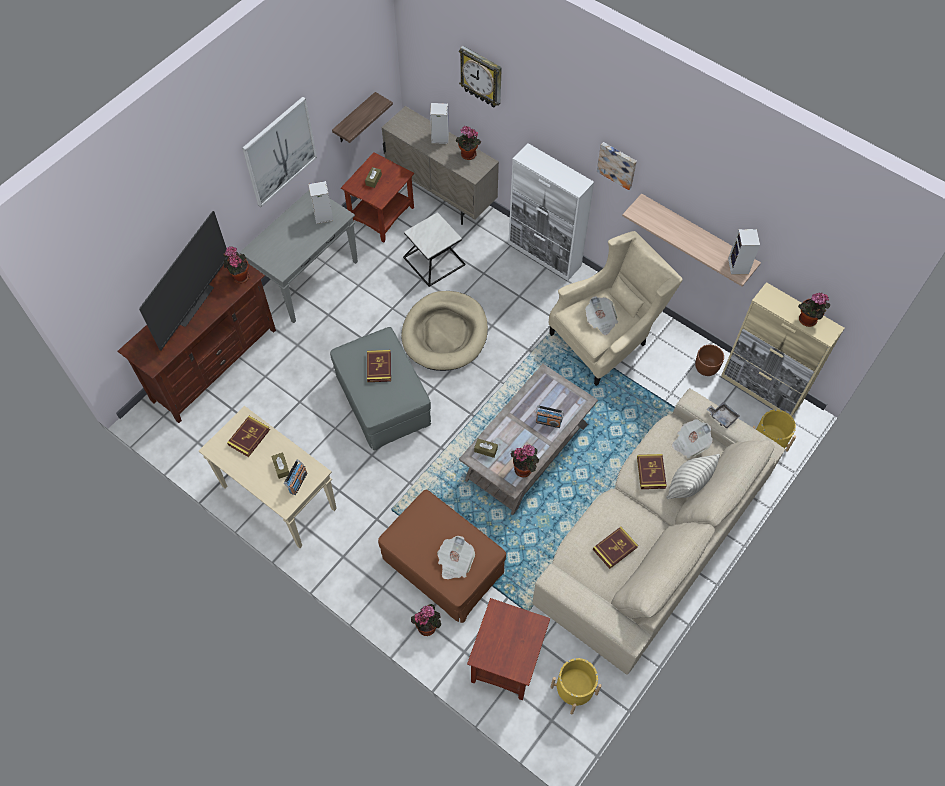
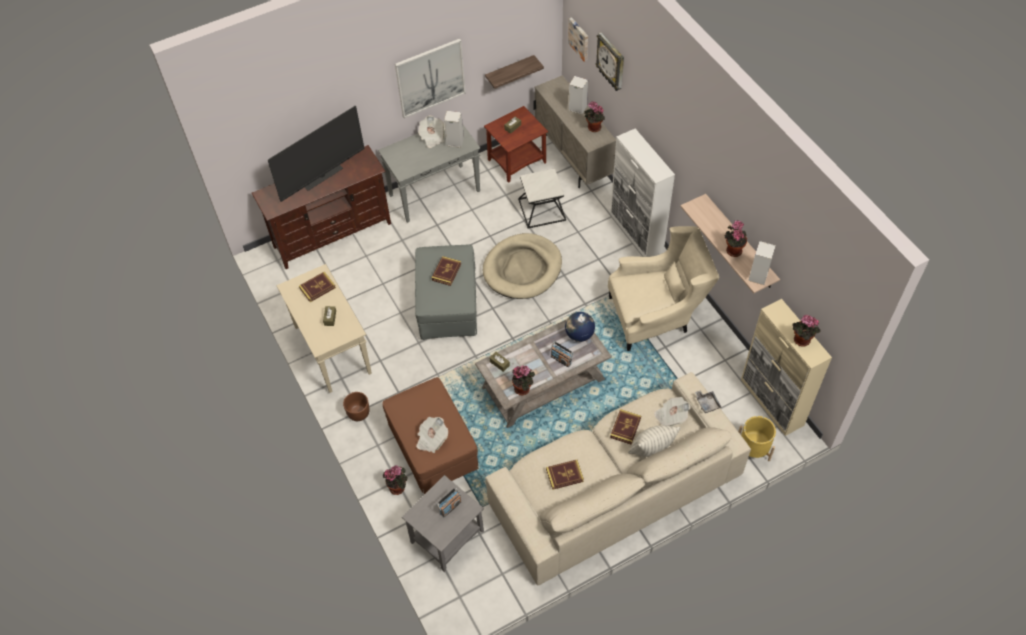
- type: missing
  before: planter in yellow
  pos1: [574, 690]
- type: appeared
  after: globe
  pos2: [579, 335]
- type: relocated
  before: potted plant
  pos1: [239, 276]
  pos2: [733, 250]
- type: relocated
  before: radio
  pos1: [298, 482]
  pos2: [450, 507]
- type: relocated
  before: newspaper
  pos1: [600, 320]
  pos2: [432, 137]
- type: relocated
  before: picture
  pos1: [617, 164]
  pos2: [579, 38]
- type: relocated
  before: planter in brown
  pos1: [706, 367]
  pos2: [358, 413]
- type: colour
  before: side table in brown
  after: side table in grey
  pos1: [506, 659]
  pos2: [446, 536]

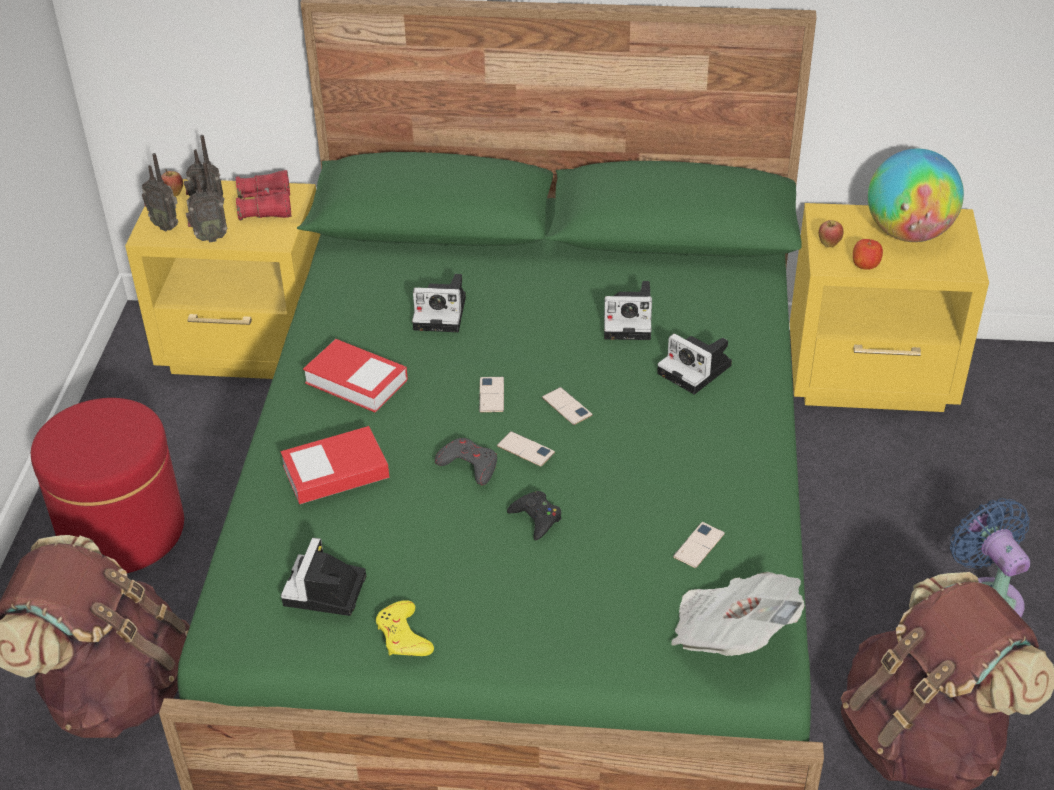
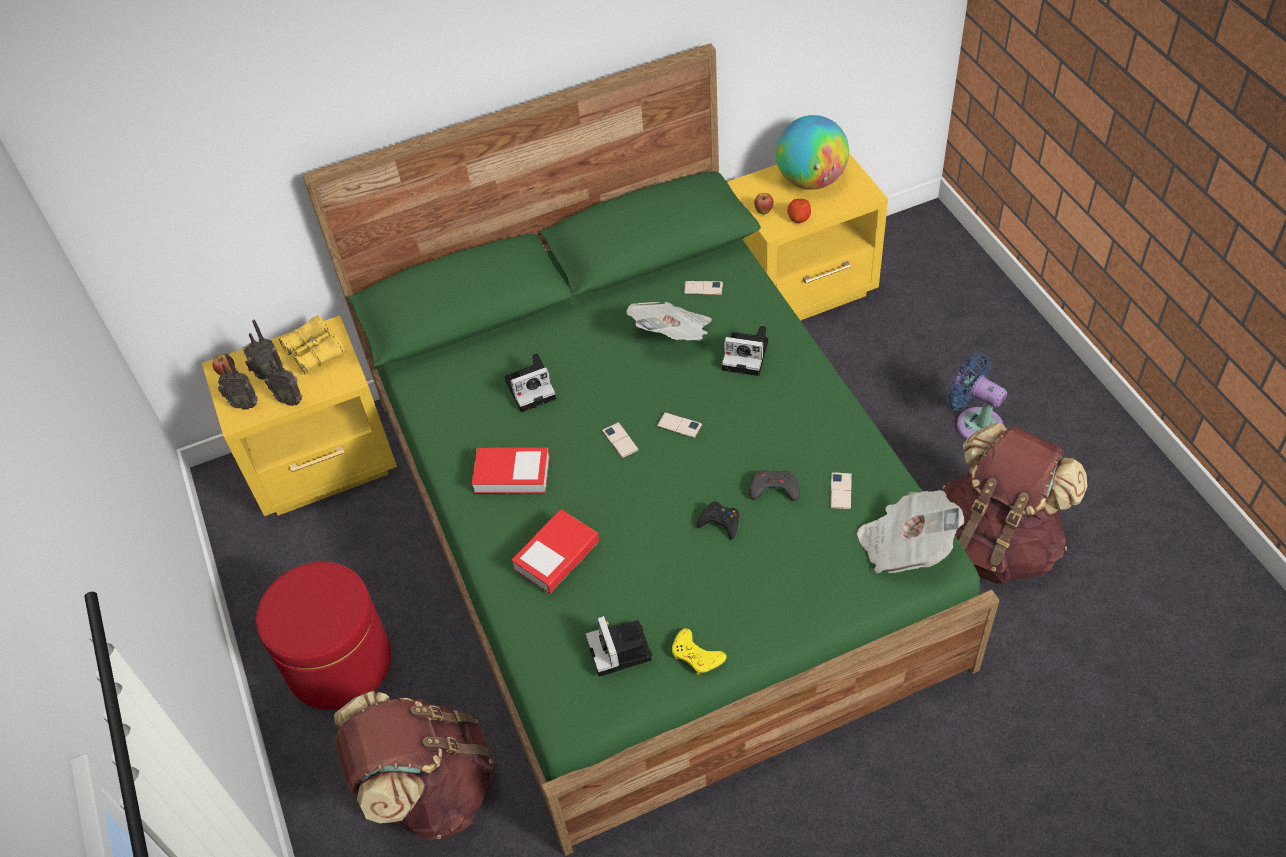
- type: relocated
  before: game controller in grey
  pos1: [469, 465]
  pos2: [774, 489]
- type: relocated
  before: phone
  pos1: [525, 449]
  pos2: [703, 288]
- type: exchanged
  before: photo camera
  after: newspaper
  pos1: [630, 321]
  pos2: [673, 335]
- type: colour
  before: binoculars in red
  after: binoculars in yellow
  pos1: [265, 206]
  pos2: [315, 352]
- type: spun
  before: radio
  pos1: [209, 238]
  pos2: [290, 400]
  turn: 60

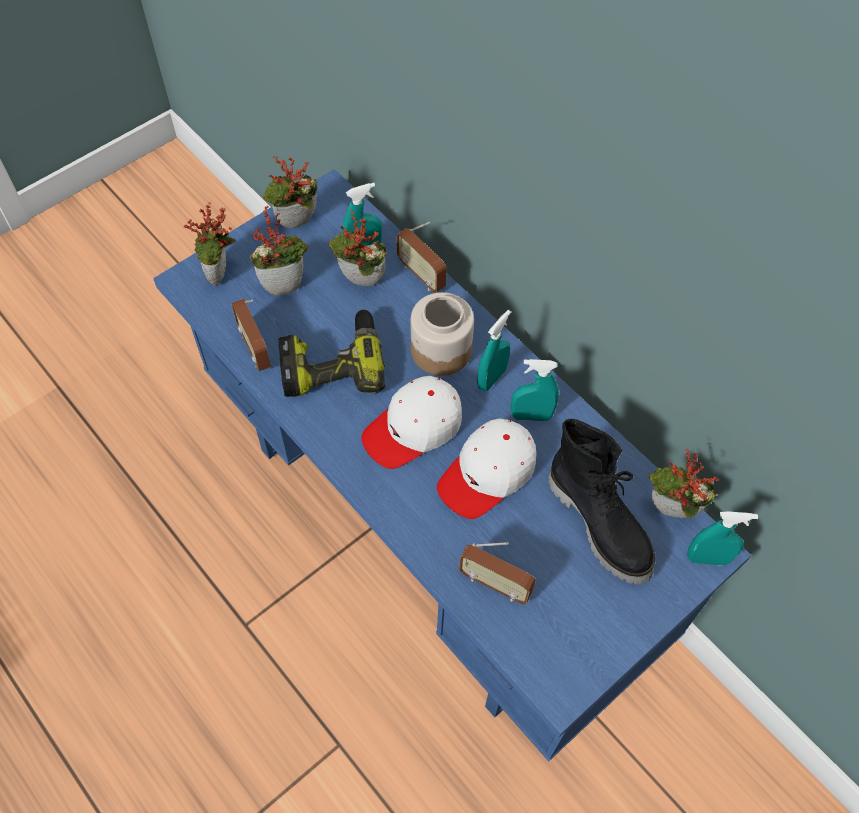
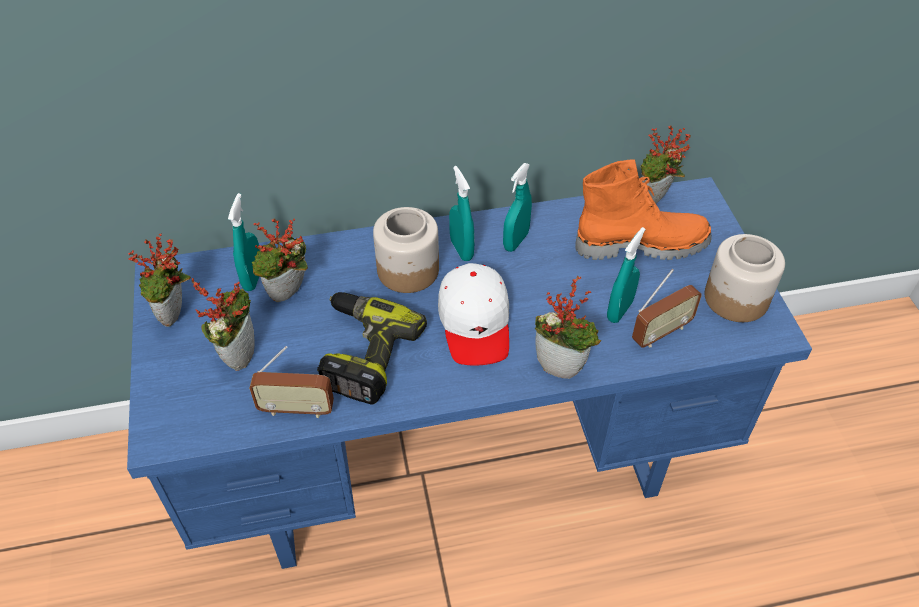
- type: missing
  before: radio
  pos1: [421, 275]
- type: missing
  before: cap in white
  pos1: [487, 473]
- type: appeared
  after: jar
  pos2: [735, 297]
- type: relocated
  before: potted plant
  pos1: [221, 275]
  pos2: [562, 366]
- type: relocated
  before: spray bottle in turquoise
  pos1: [707, 558]
  pos2: [619, 310]
- type: colour
  before: boot in black
  after: boot in orange
  pos1: [600, 523]
  pos2: [640, 244]

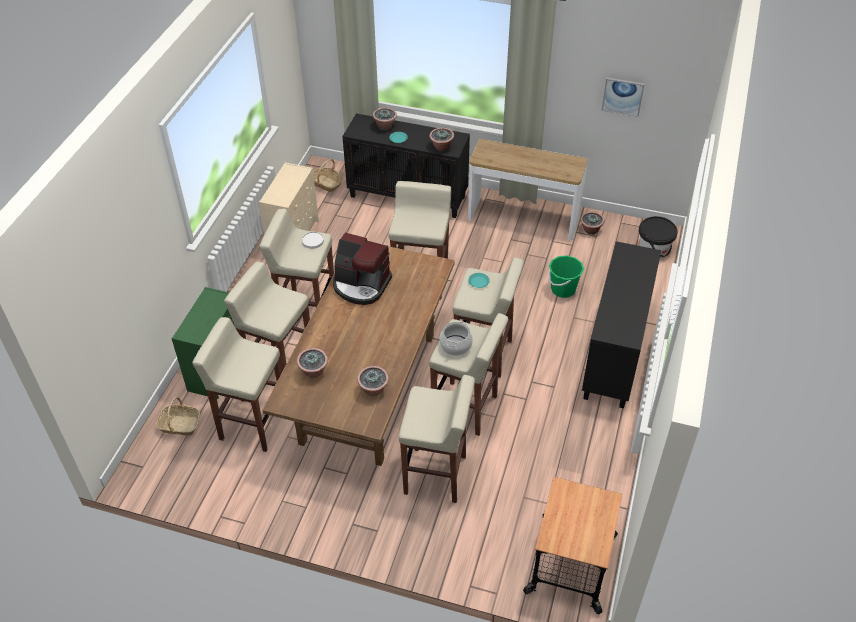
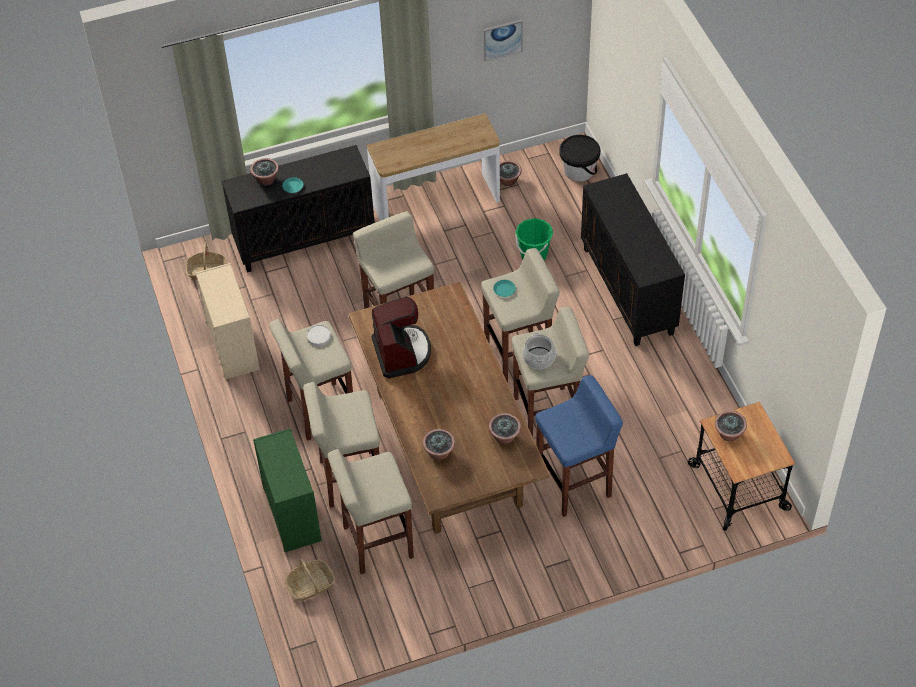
- type: relocated
  before: potted plant
  pos1: [441, 147]
  pos2: [728, 435]
- type: colour
  before: stool in beige
  after: stool in blue
  pos1: [436, 475]
  pos2: [575, 484]
- type: spun
  before: coffee machine
  pos1: [361, 285]
  pos2: [402, 352]
  turn: -90

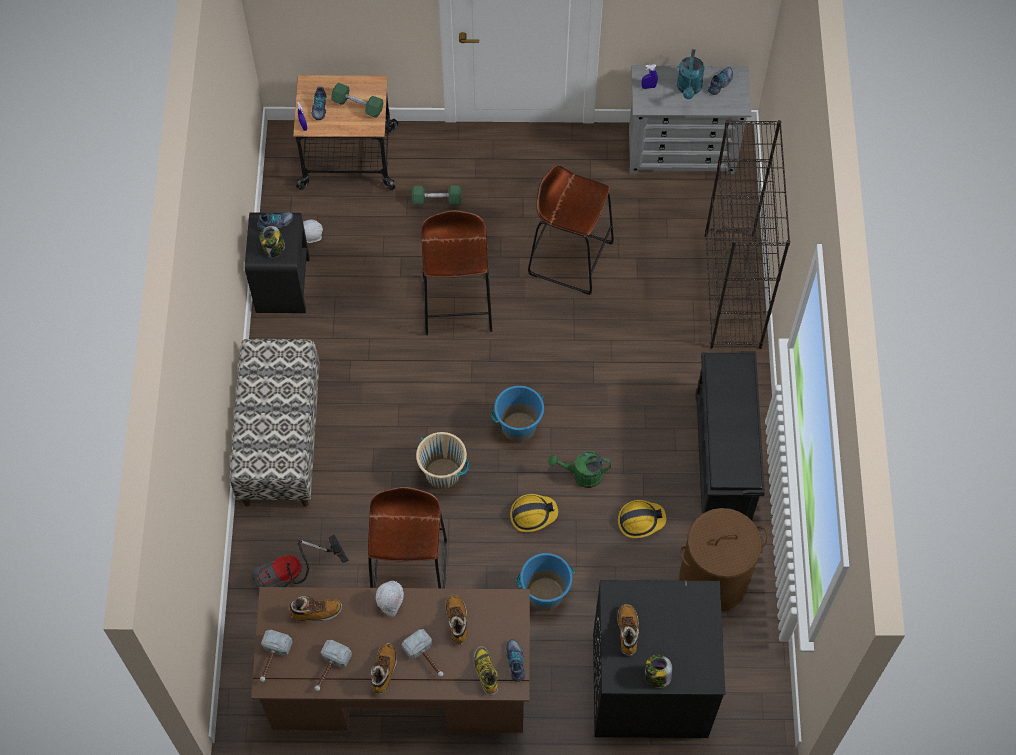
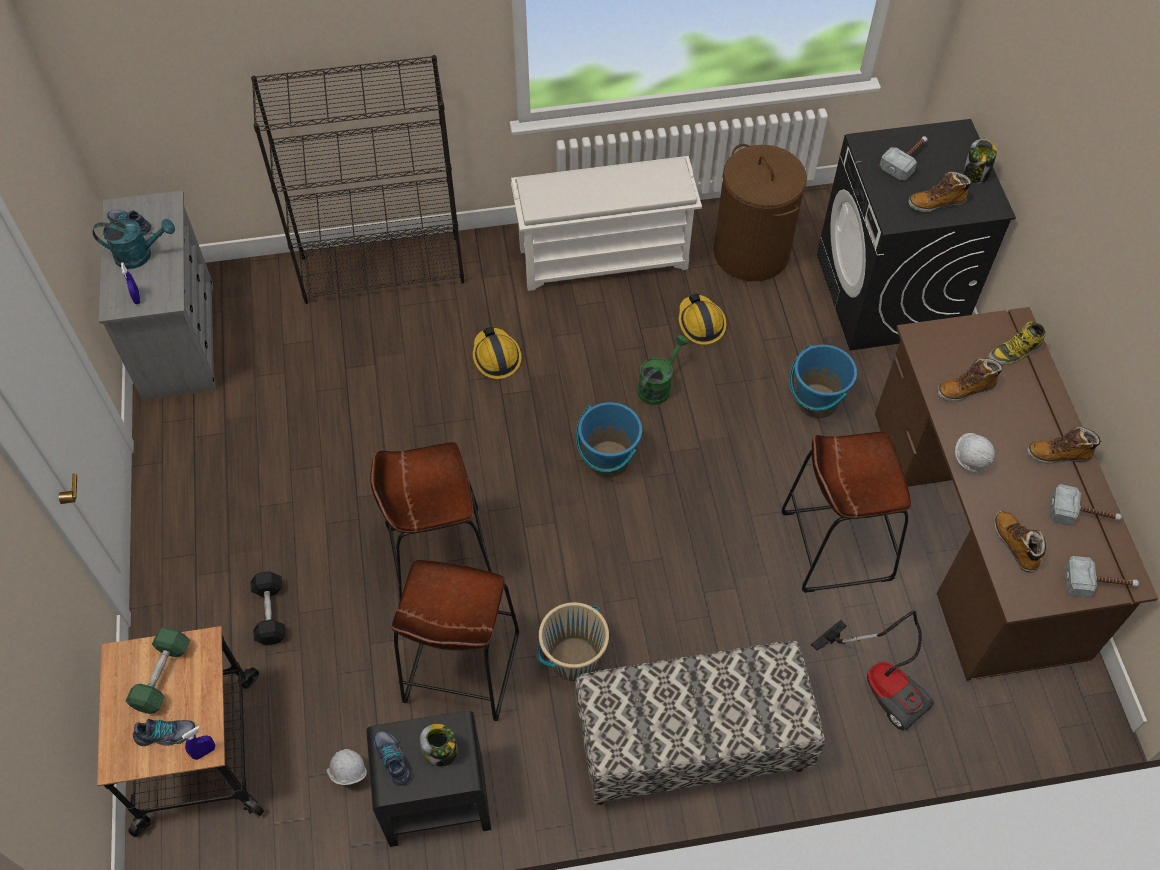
- type: missing
  before: shoe
  pos1: [516, 661]
- type: relocated
  before: hammer
  pos1: [426, 658]
  pos2: [906, 160]
- type: relocated
  before: bucket in beige
  pos1: [443, 473]
  pos2: [573, 659]
- type: relocated
  before: hard hat
  pos1: [533, 514]
  pos2: [496, 357]
- type: relocated
  before: stool in brown
  pos1: [570, 258]
  pos2: [461, 668]
- type: colour
  before: dumbbell in green
  after: dumbbell in black
  pos1: [437, 200]
  pos2: [270, 613]
- type: colour
  before: shoe rack in black
  after: shoe rack in white
  pos1: [723, 459]
  pos2: [605, 257]
- type: spun
  before: watering can in green
  pos1: [582, 475]
  pos2: [658, 386]
  turn: -135

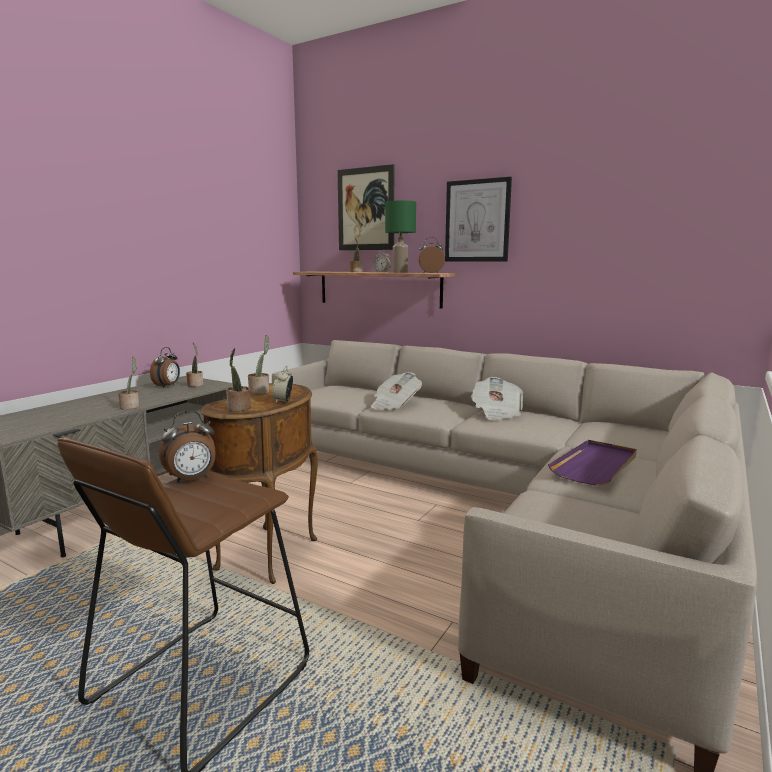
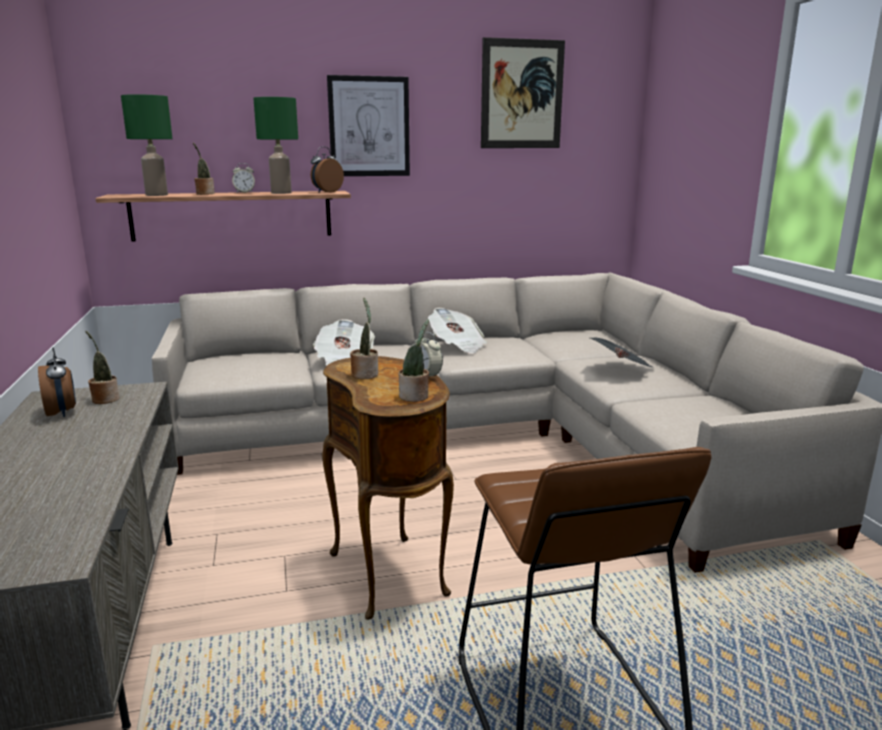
- type: missing
  before: potted plant
  pos1: [131, 407]
- type: missing
  before: alarm clock
  pos1: [191, 480]
- type: appeared
  after: table lamp in green
  pos2: [157, 195]
- type: relocated
  before: picture
  pos1: [365, 209]
  pos2: [522, 94]
- type: exchanged
  before: tray in purple
  after: newspaper
  pos1: [595, 465]
  pos2: [622, 369]

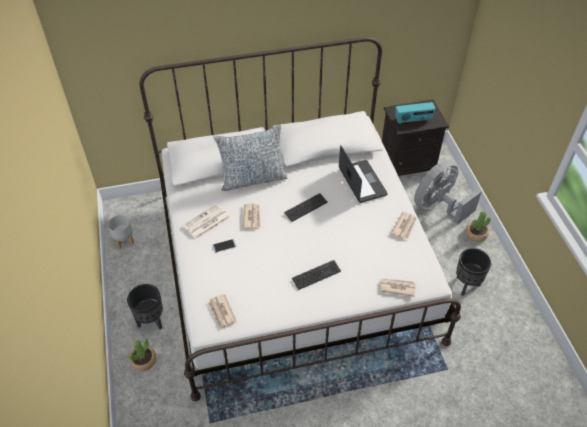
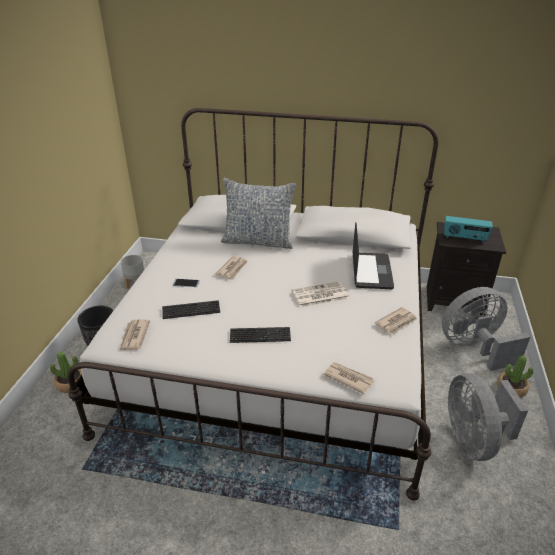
- type: relocated
  before: newspaper
  pos1: [206, 222]
  pos2: [319, 295]
- type: relocated
  before: keyboard
  pos1: [306, 208]
  pos2: [191, 311]
- type: exchanged
  before: planter in black
  after: fan in grey
  pos1: [466, 285]
  pos2: [473, 439]

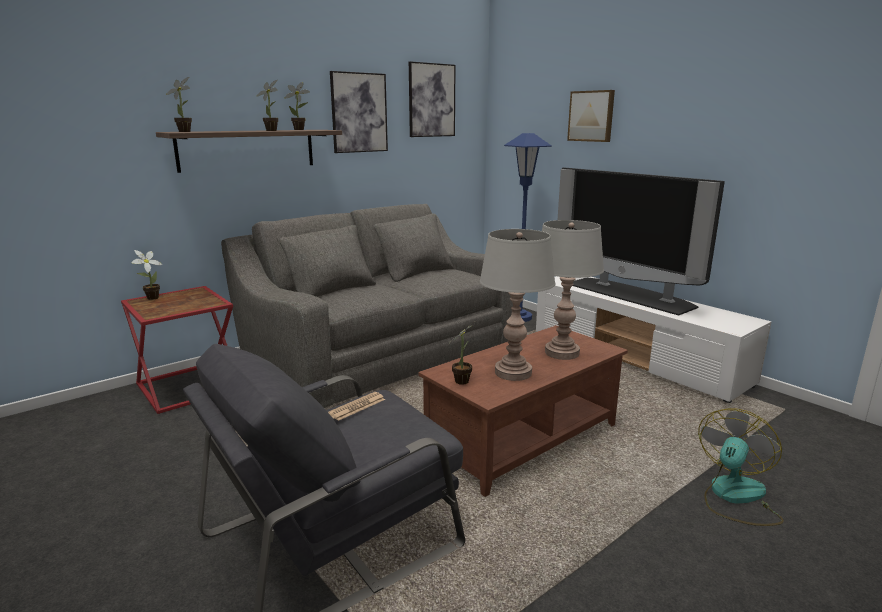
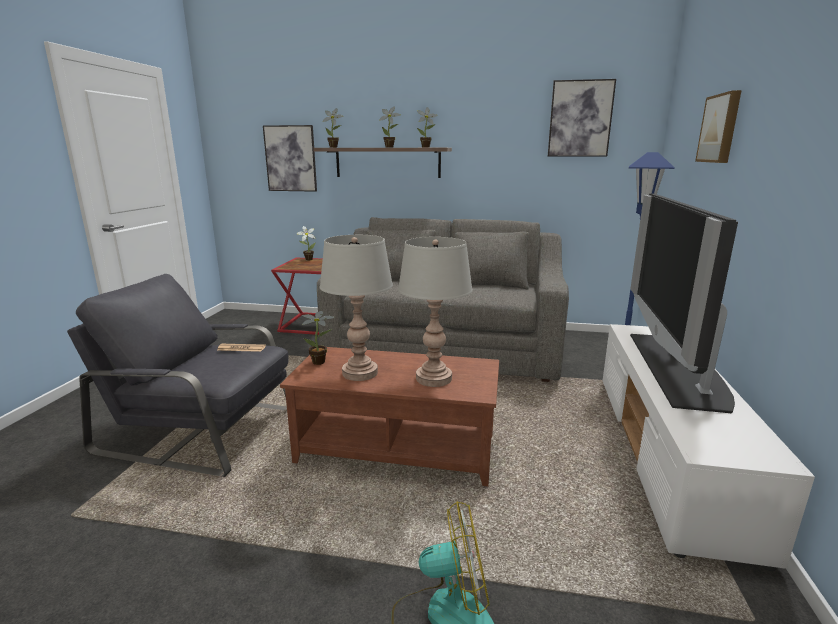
- type: relocated
  before: picture
  pos1: [359, 113]
  pos2: [290, 158]

